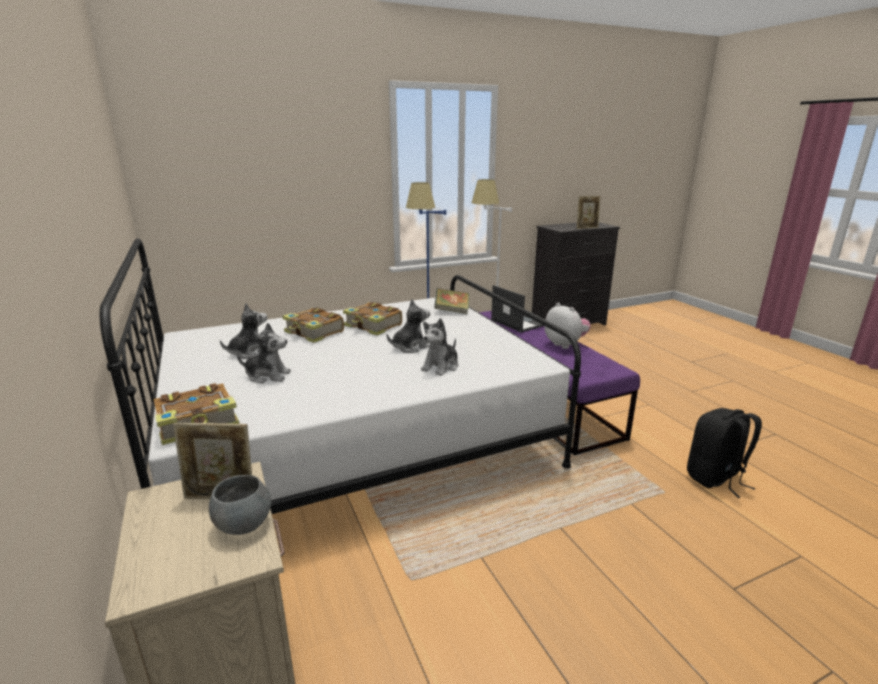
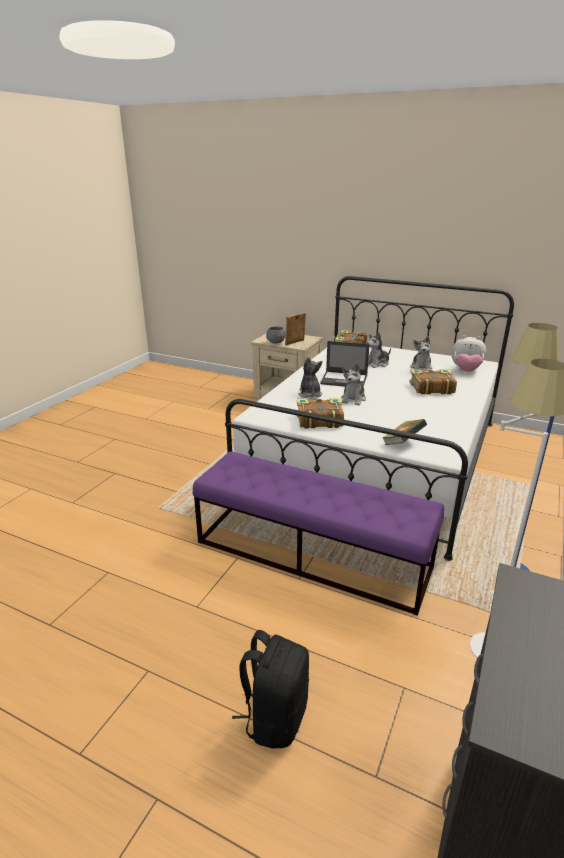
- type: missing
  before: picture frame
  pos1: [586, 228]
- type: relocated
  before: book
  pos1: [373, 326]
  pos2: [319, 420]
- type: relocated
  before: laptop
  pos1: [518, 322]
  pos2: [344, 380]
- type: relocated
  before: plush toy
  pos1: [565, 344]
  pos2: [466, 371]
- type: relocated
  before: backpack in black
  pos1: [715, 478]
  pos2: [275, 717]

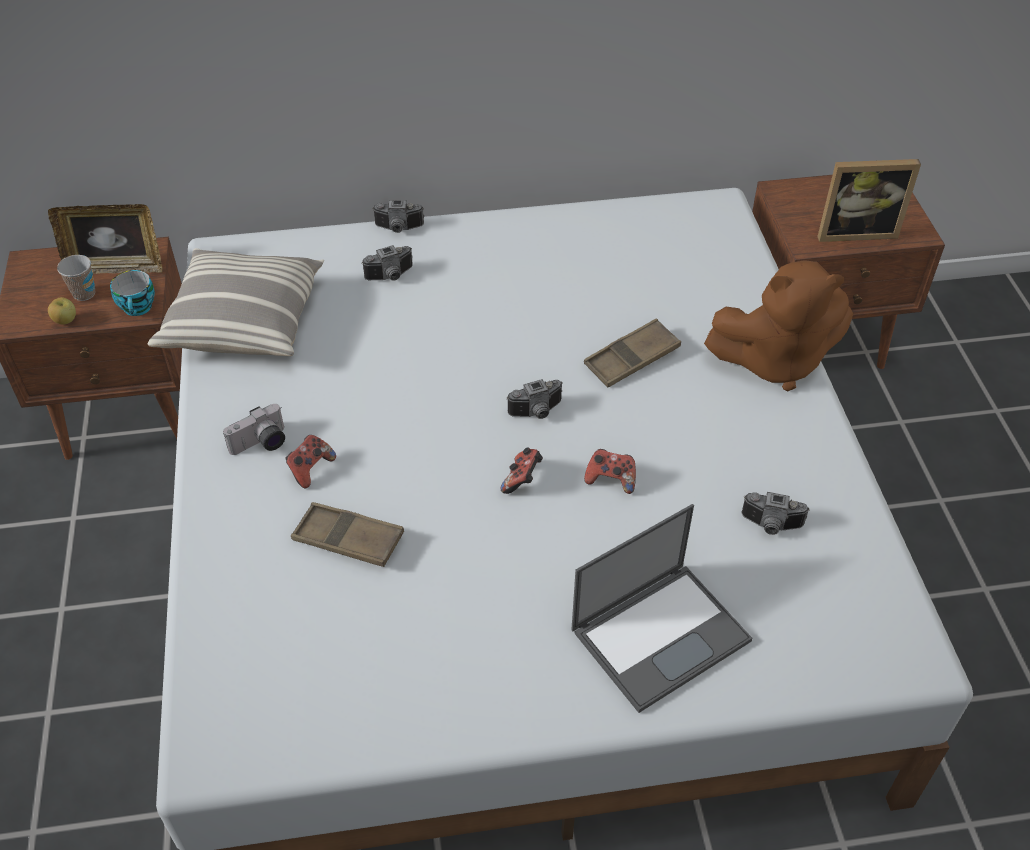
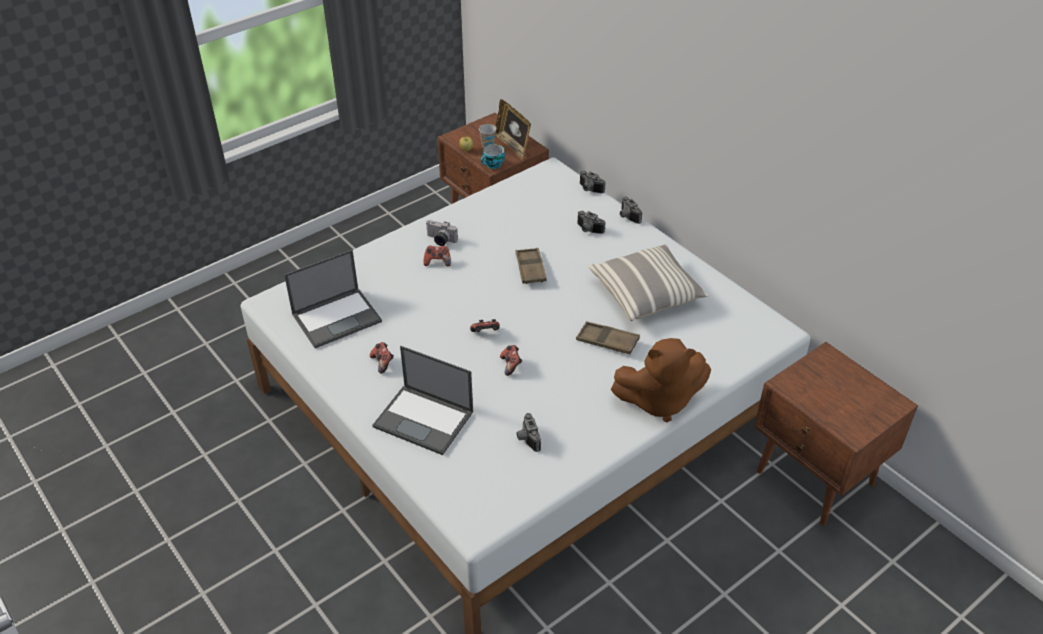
- type: missing
  before: picture frame
  pos1: [855, 231]
- type: appeared
  after: laptop
  pos2: [337, 317]
- type: appeared
  after: game controller
  pos2: [383, 363]
- type: relocated
  before: pillow
  pos1: [244, 321]
  pos2: [646, 293]
- type: relocated
  before: tray in brown
  pos1: [348, 539]
  pos2: [530, 269]
- type: relocated
  before: photo camera
  pos1: [537, 412]
  pos2: [589, 190]
- type: spun
  before: plush toy in brown
  pos1: [774, 360]
  pos2: [659, 400]
  turn: -60

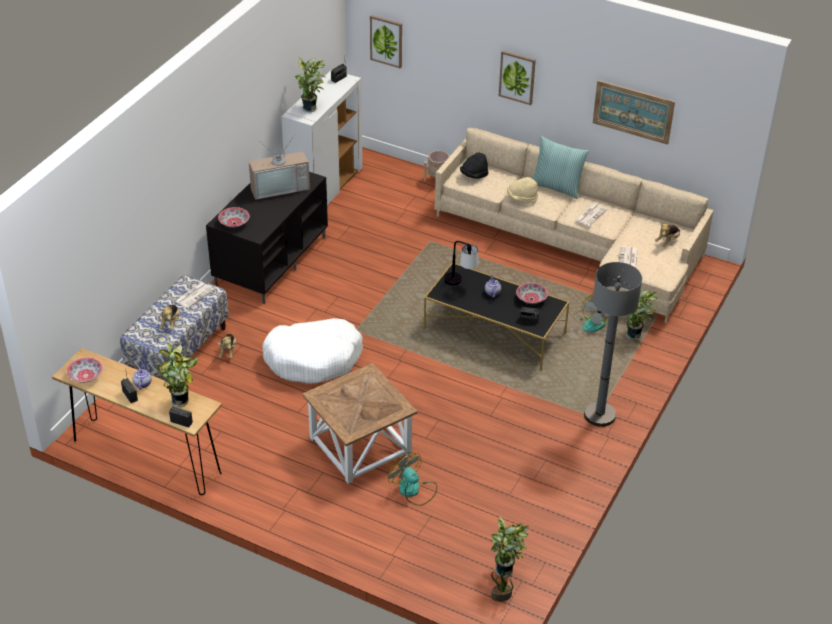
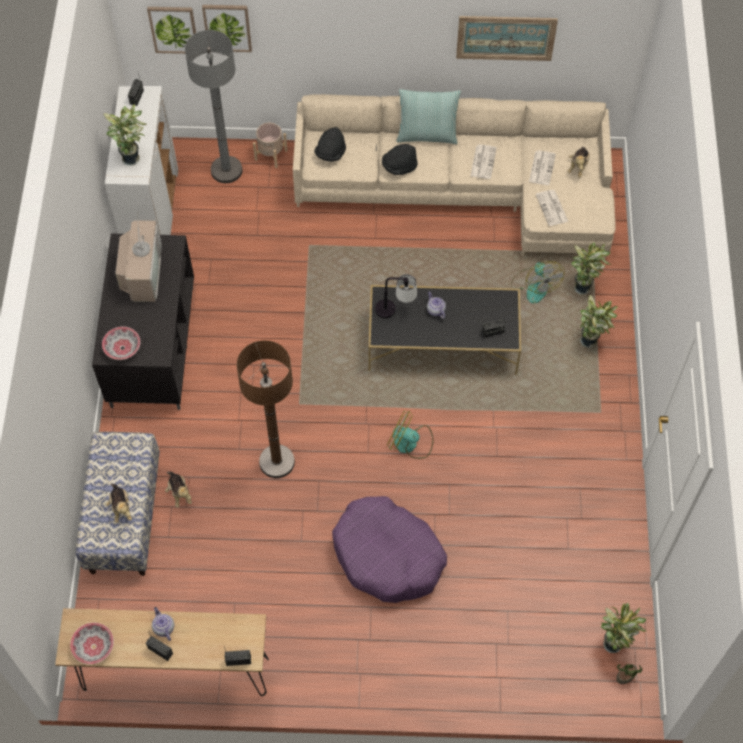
- type: missing
  before: bowl
  pos1: [531, 299]
- type: relocated
  before: potted plant
  pos1: [182, 401]
  pos2: [590, 340]
- type: relocated
  before: newspaper
  pos1: [194, 295]
  pos2: [542, 167]
- type: relocated
  before: fan
  pos1: [413, 490]
  pos2: [410, 443]
- type: relocated
  before: picture
  pos1: [517, 77]
  pos2: [227, 27]
- type: relocated
  before: floor lamp in grey
  pos1: [599, 415]
  pos2: [226, 170]
- type: exchanged
  before: dog bed in white
  after: floor lamp in brown
  pos1: [314, 359]
  pos2: [277, 462]
- type: exchanged
  before: side table in brown
  after: dog bed in purple
  pos1: [358, 445]
  pos2: [388, 555]
- type: colour
  before: hat in beige
  after: hat in black
  pos1: [521, 198]
  pos2: [399, 166]
- type: spun
  before: television
  pos1: [279, 187]
  pos2: [142, 272]
  turn: -45

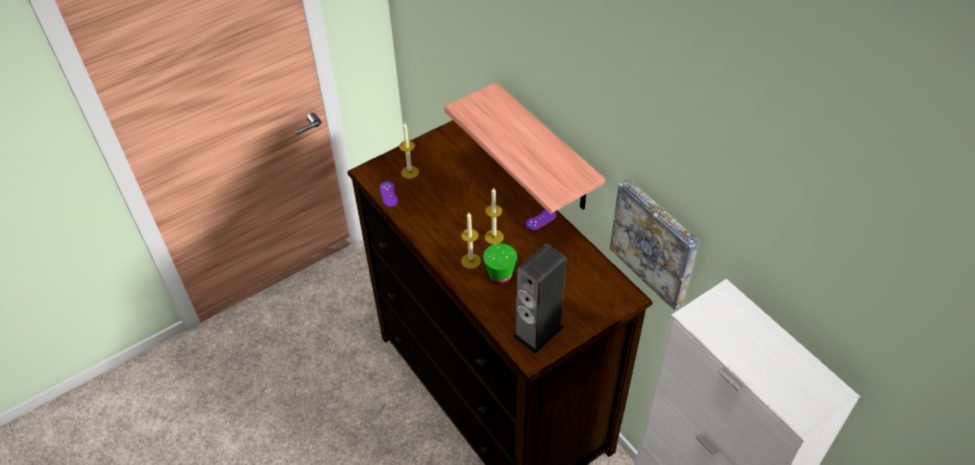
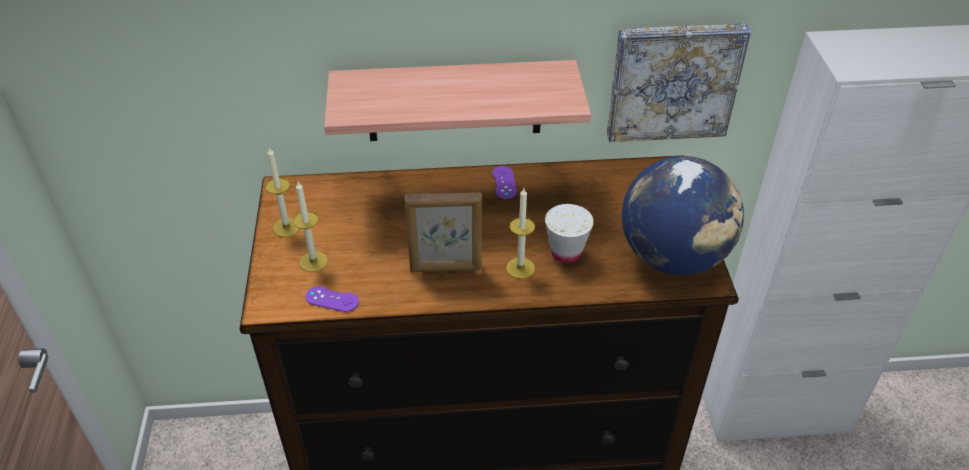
- type: appeared
  after: picture frame
  pos2: [446, 268]
- type: relocated
  before: candle
  pos1: [494, 237]
  pos2: [286, 227]
- type: exchanged
  before: speaker
  after: globe
  pos1: [538, 332]
  pos2: [673, 257]
- type: colour
  before: cup in green
  after: cup in white
  pos1: [500, 276]
  pos2: [566, 253]

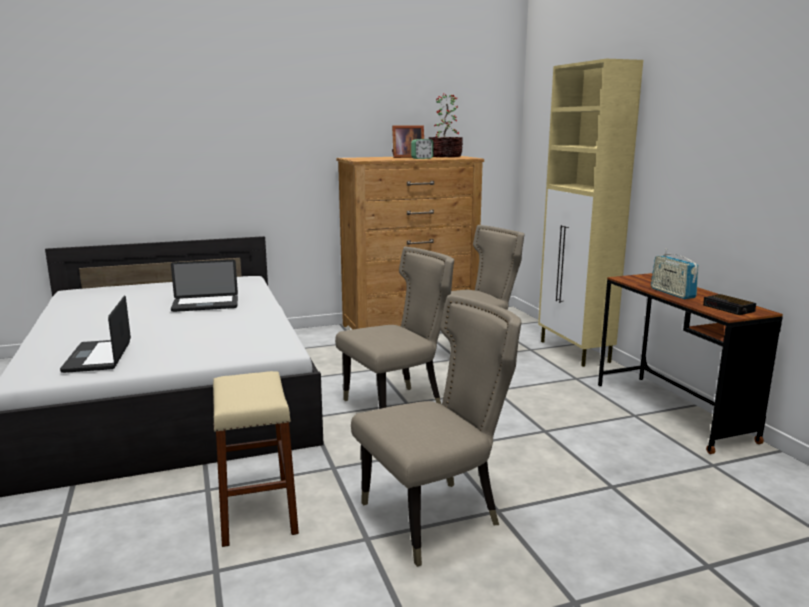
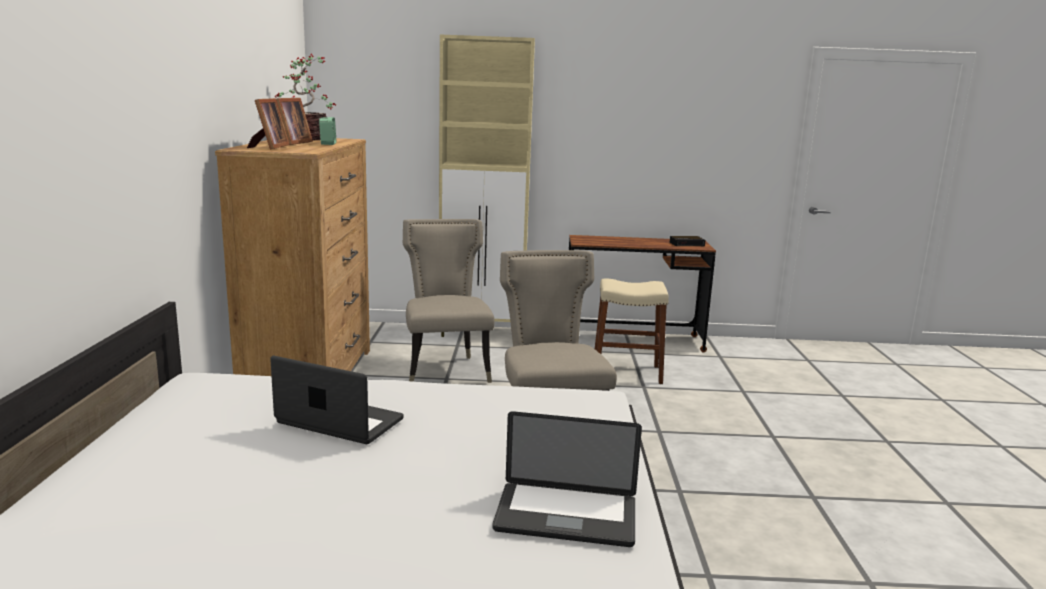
- type: missing
  before: chair in beige
  pos1: [436, 516]
- type: missing
  before: radio
  pos1: [672, 293]
- type: appeared
  after: picture frame
  pos2: [269, 147]
- type: relocated
  before: stool in beige
  pos1: [257, 511]
  pos2: [626, 373]
- type: spun
  before: laptop
  pos1: [205, 305]
  pos2: [340, 421]
  turn: -75

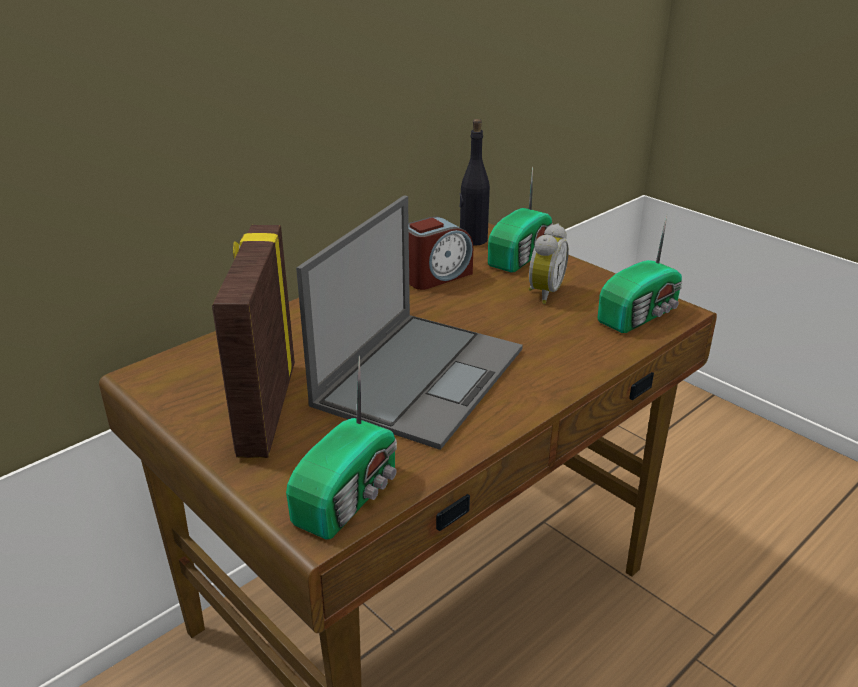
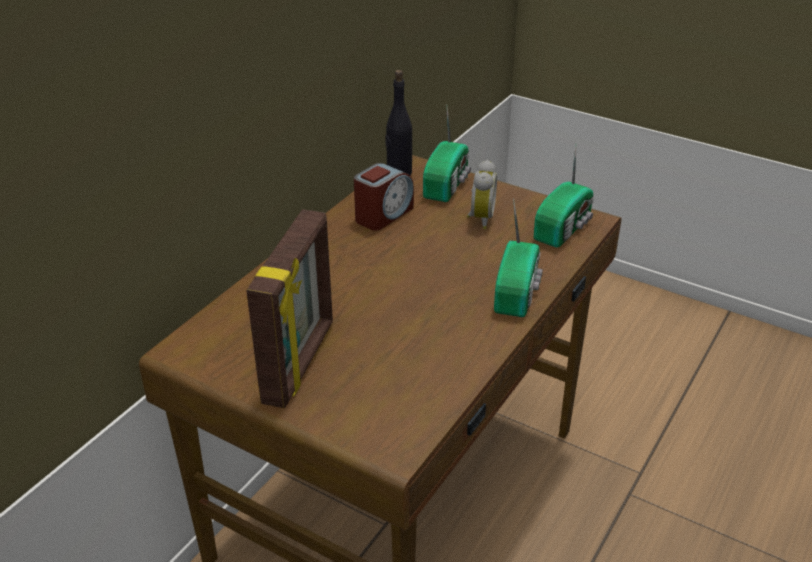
- type: missing
  before: laptop
  pos1: [420, 375]
- type: relocated
  before: radio
  pos1: [350, 496]
  pos2: [518, 291]
- type: spun
  before: picture frame
  pos1: [265, 408]
  pos2: [301, 362]
  turn: -150

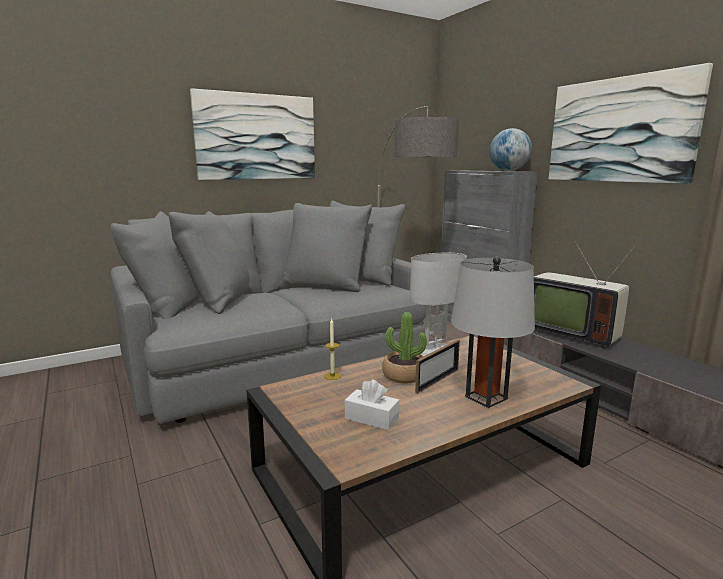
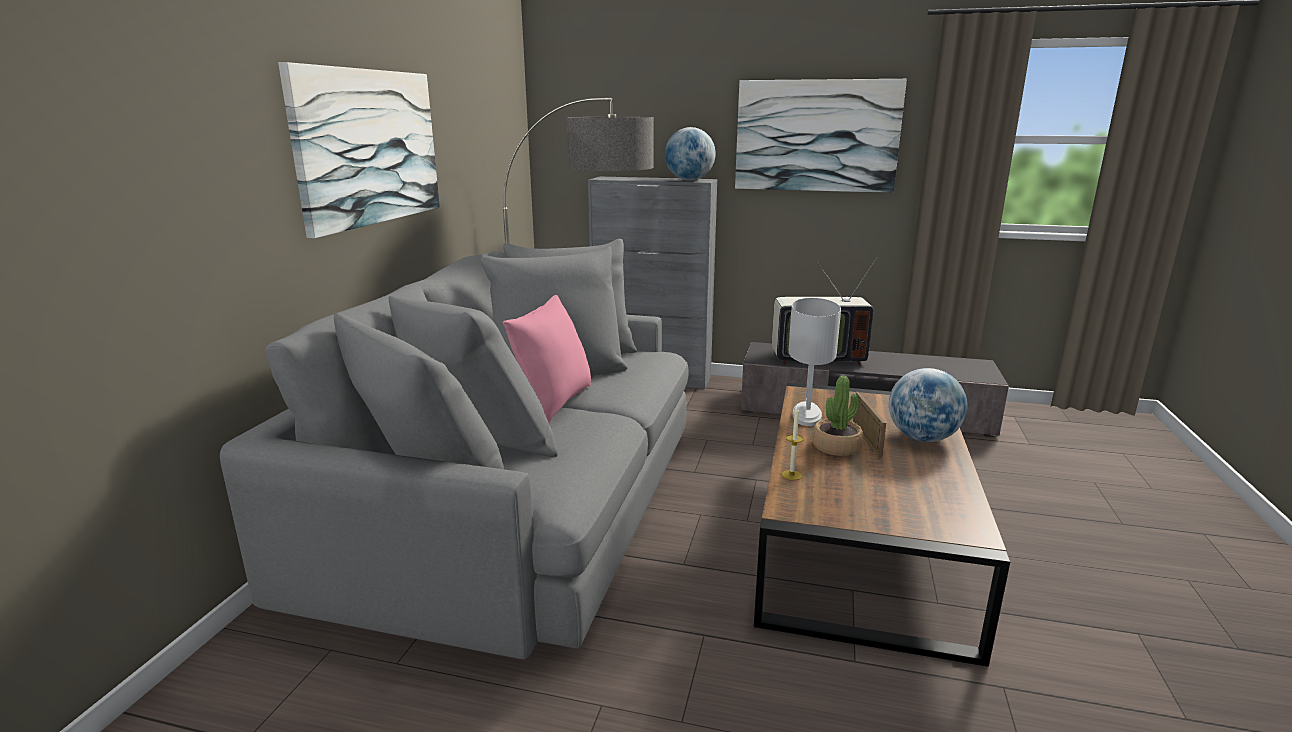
- type: missing
  before: tissue box in white
  pos1: [371, 418]
- type: appeared
  after: pillow in pink
  pos2: [553, 404]
- type: exchanged
  before: table lamp in grey
  after: globe
  pos1: [486, 397]
  pos2: [922, 438]

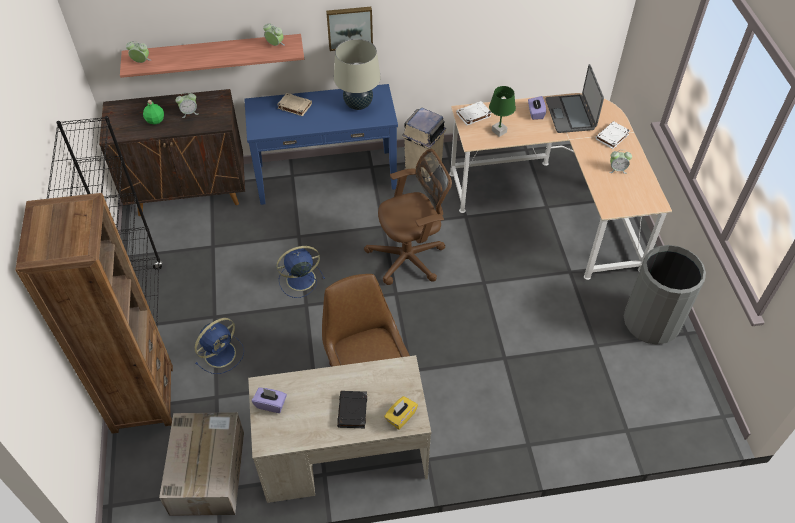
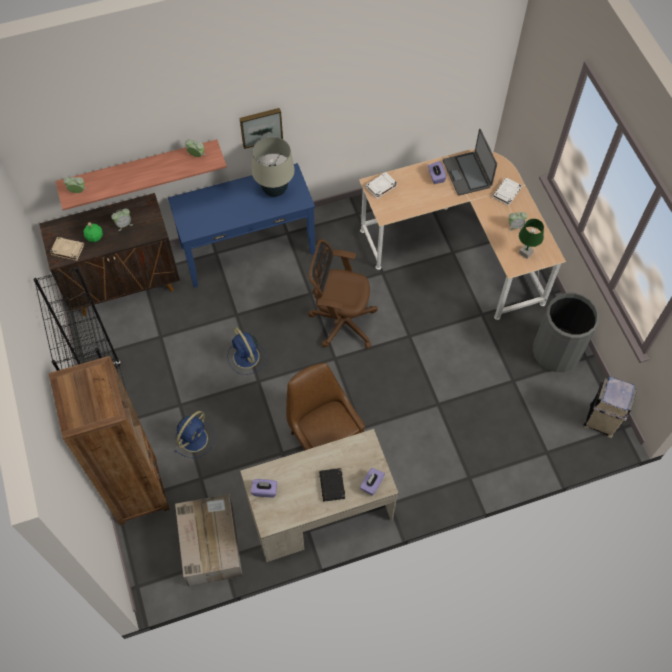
- type: relocated
  before: book in beige
  pos1: [294, 106]
  pos2: [67, 250]
- type: relocated
  before: trash can in beige
  pos1: [423, 168]
  pos2: [600, 421]
- type: relocated
  before: table lamp in green
  pos1: [498, 131]
  pos2: [525, 253]
- type: colour
  before: tissue box in yellow
  after: tissue box in purple
  pos1: [400, 417]
  pos2: [371, 484]
- type: spun
  before: fan in blue
  pos1: [299, 279]
  pos2: [247, 357]
  turn: -90
- type: spun
  before: office chair in brown
  pos1: [410, 257]
  pos2: [340, 321]
  turn: -135

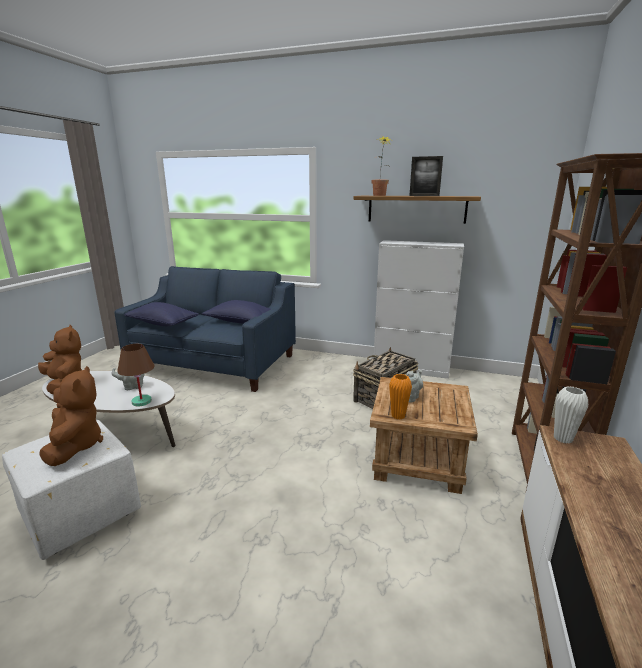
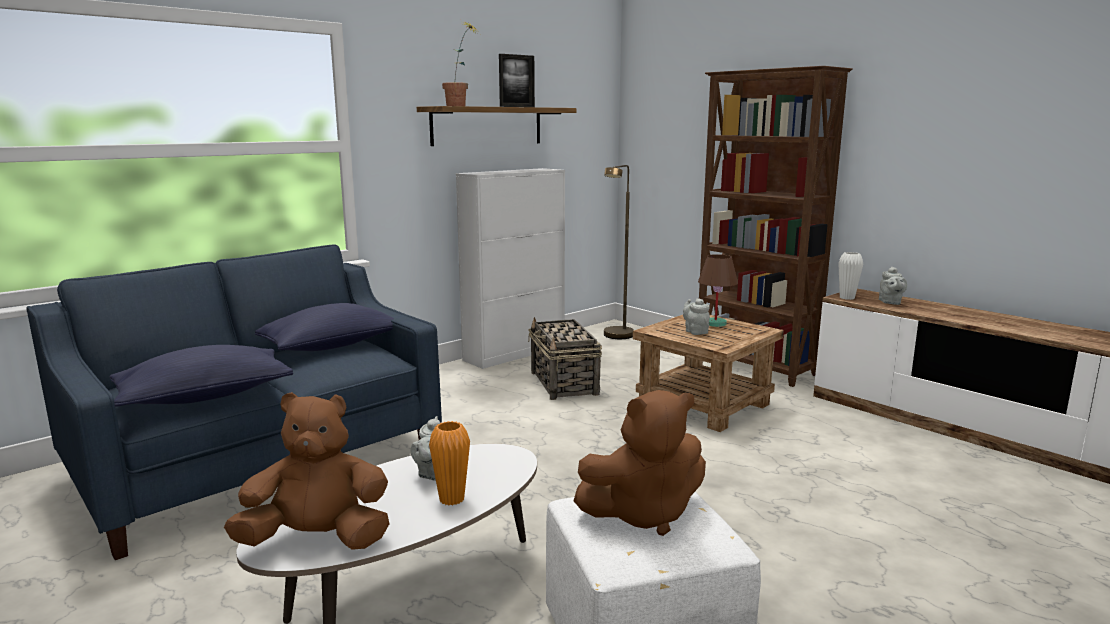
- type: appeared
  after: floor lamp in brown
  pos2: [616, 337]
- type: appeared
  after: teapot in grey
  pos2: [890, 302]
- type: relocated
  before: table lamp in brown
  pos1: [142, 401]
  pos2: [715, 323]
- type: relocated
  before: vase in orange
  pos1: [398, 416]
  pos2: [451, 499]
- type: spun
  before: plush toy in brown
  pos1: [75, 446]
  pos2: [643, 513]
  turn: 150

